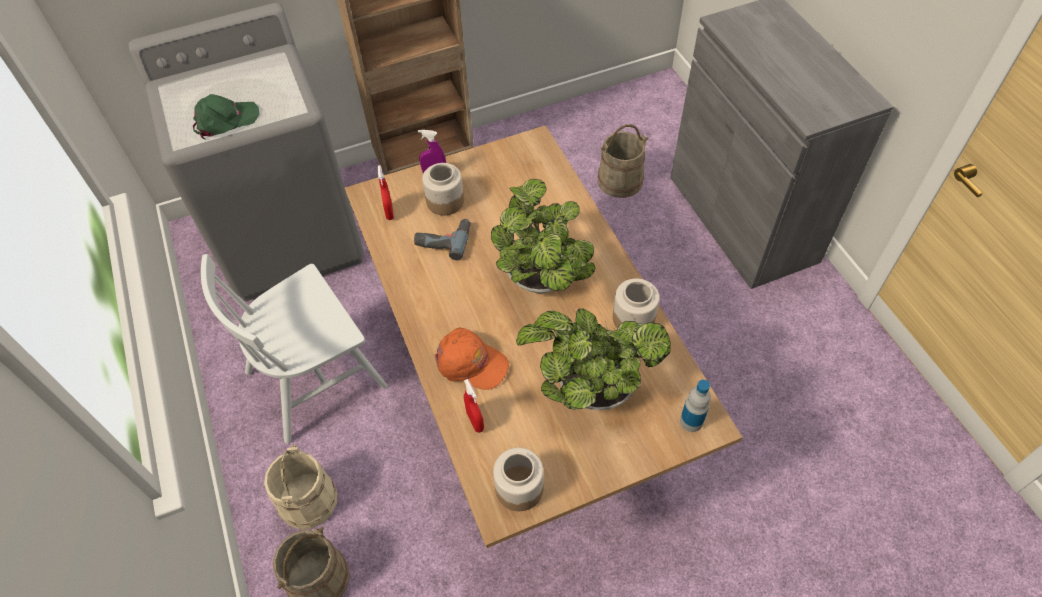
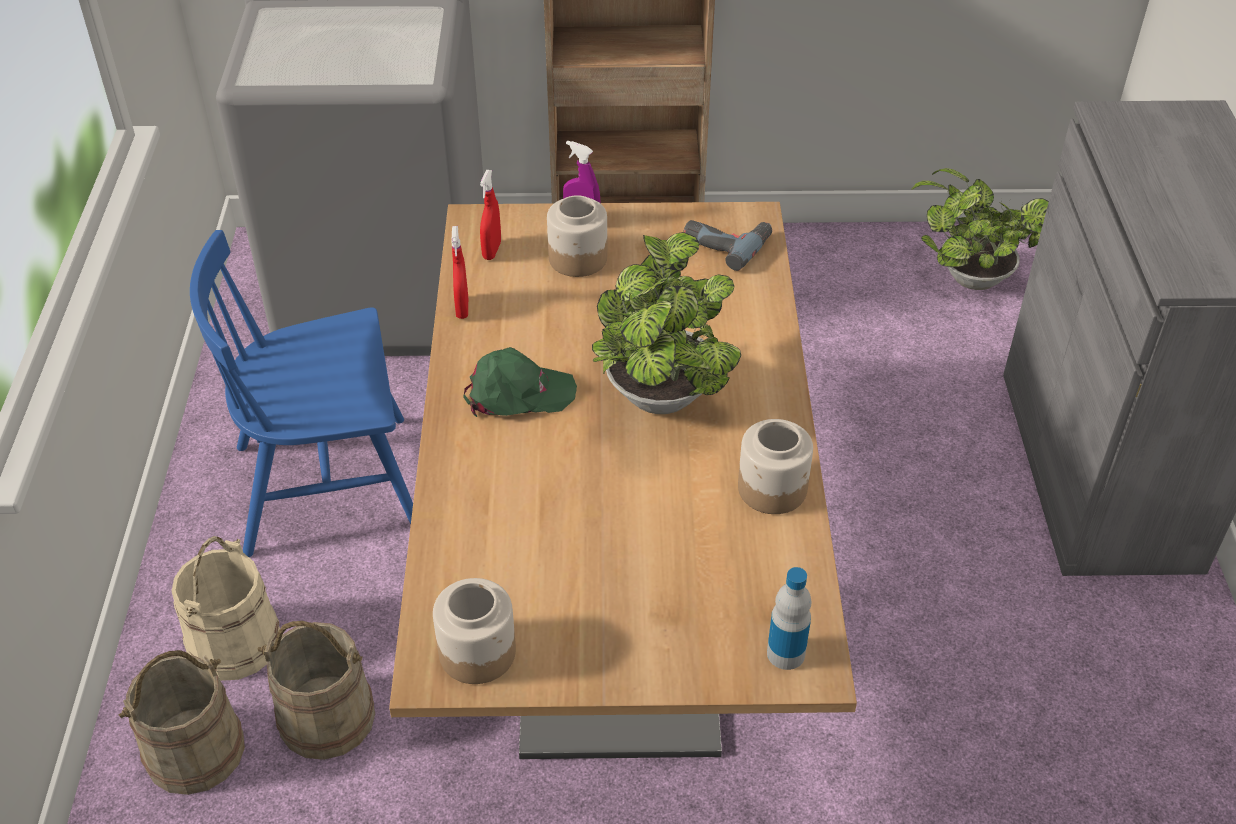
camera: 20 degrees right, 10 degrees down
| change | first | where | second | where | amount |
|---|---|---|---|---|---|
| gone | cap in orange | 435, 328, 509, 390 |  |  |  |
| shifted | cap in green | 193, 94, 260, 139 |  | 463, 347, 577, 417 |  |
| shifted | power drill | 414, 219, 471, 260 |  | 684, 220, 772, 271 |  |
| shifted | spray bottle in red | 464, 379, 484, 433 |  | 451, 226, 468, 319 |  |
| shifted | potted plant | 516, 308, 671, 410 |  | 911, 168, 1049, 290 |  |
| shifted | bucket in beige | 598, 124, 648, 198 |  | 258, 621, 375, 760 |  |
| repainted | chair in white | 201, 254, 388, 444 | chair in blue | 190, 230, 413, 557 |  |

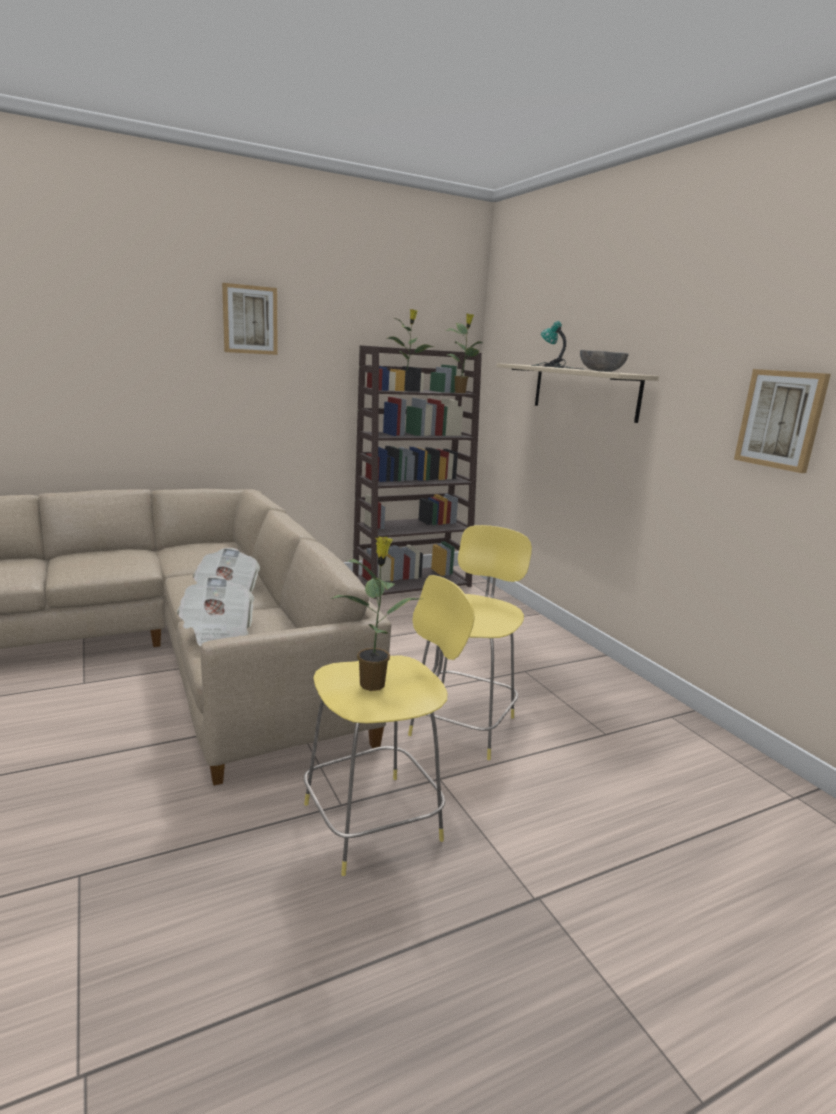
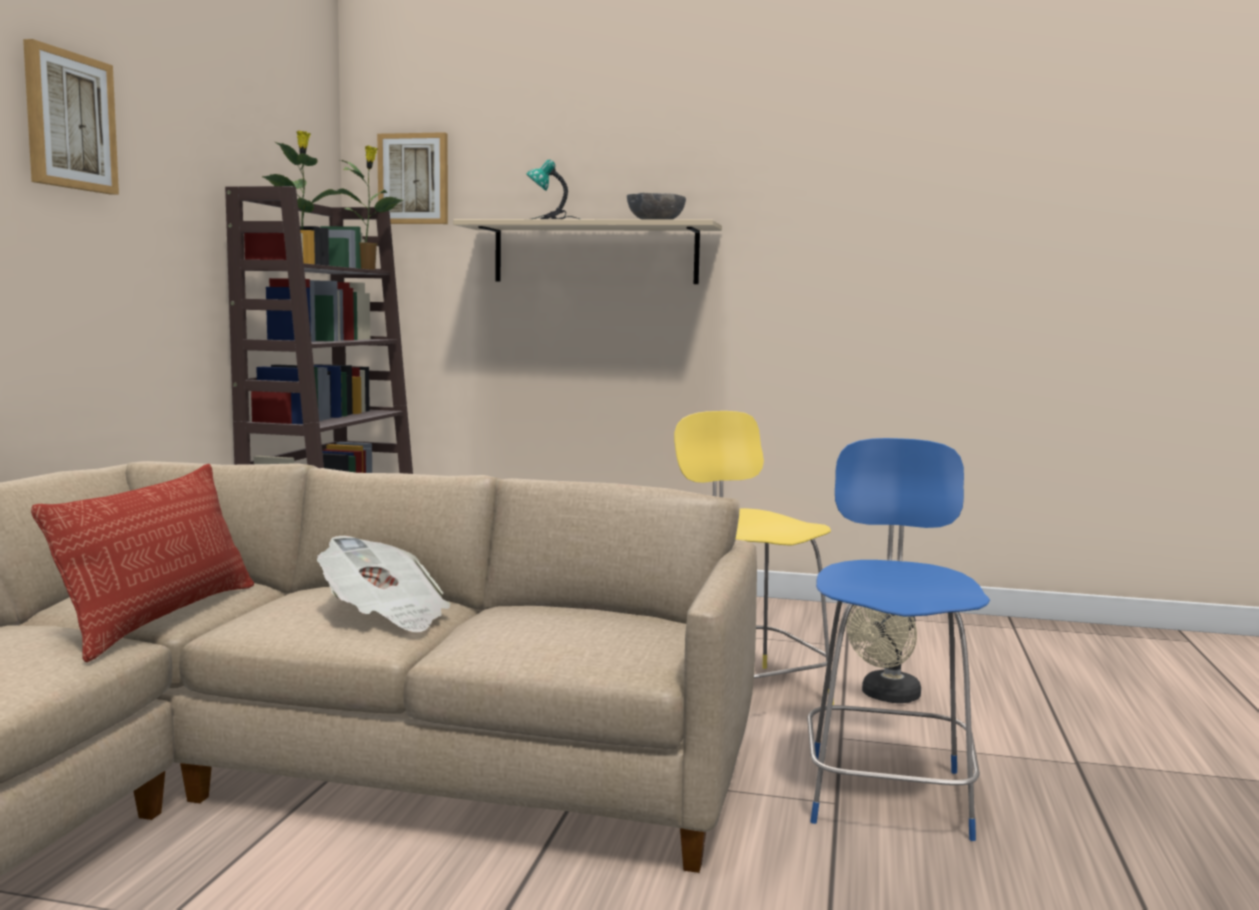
camera: 50 degrees left, 10 degrees down
| change | first | where | second | where | amount |
|---|---|---|---|---|---|
| gone | newspaper | 177, 576, 254, 646 |  |  |  |
| gone | potted plant | 330, 536, 418, 691 |  |  |  |
| new |  |  | pillow | 31, 464, 254, 662 |  |
| new |  |  | fan in beige | 846, 605, 921, 703 |  |
| shifted | picture | 734, 369, 831, 473 |  | 377, 132, 448, 224 |  |
| repainted | stool in yellow | 304, 575, 475, 876 | stool in blue | 807, 438, 990, 841 |  |

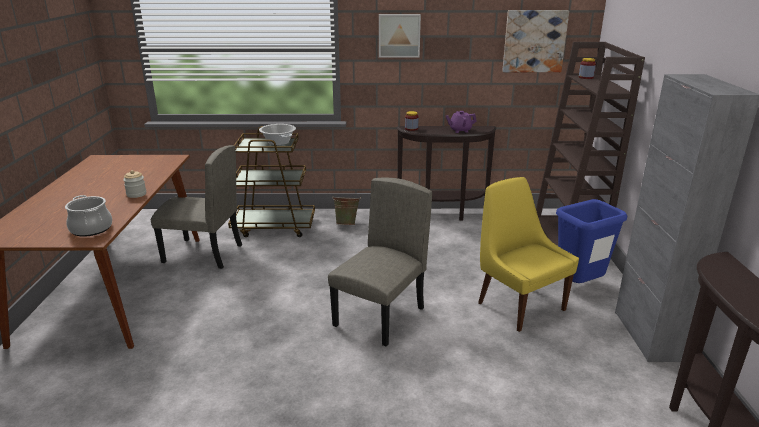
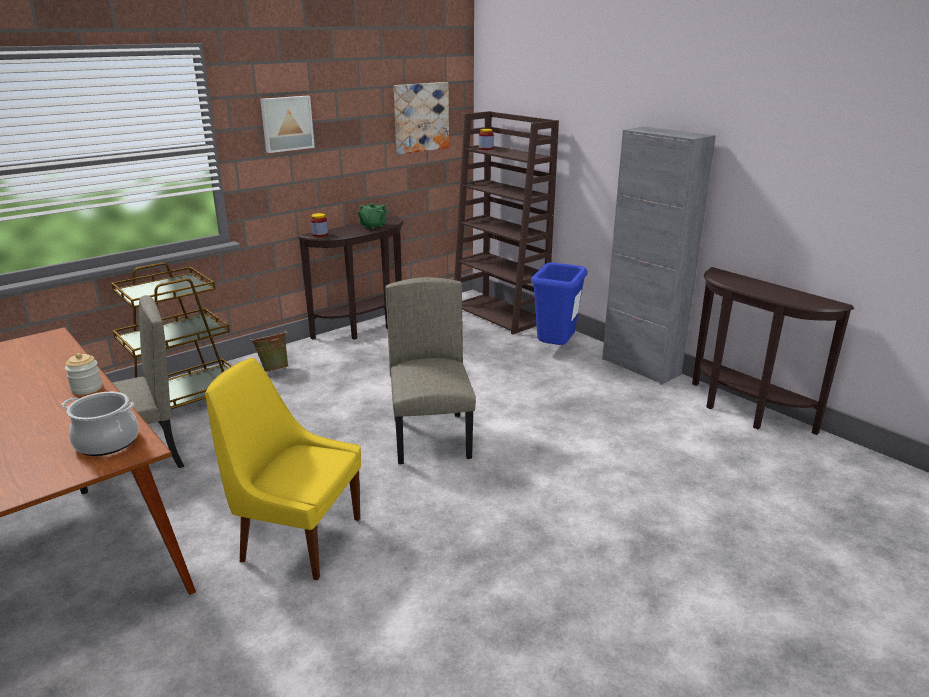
camera: 40 degrees left, 0 degrees up
| change | first | where | second | where | amount |
|---|---|---|---|---|---|
| gone | cooking pot | 259, 124, 296, 145 |  |  |  |
| shifted | chair in yellow | 478, 177, 579, 332 |  | 205, 358, 361, 580 |  |
| repainted | teapot in purple | 446, 111, 477, 133 | teapot in green | 358, 203, 387, 229 |  |

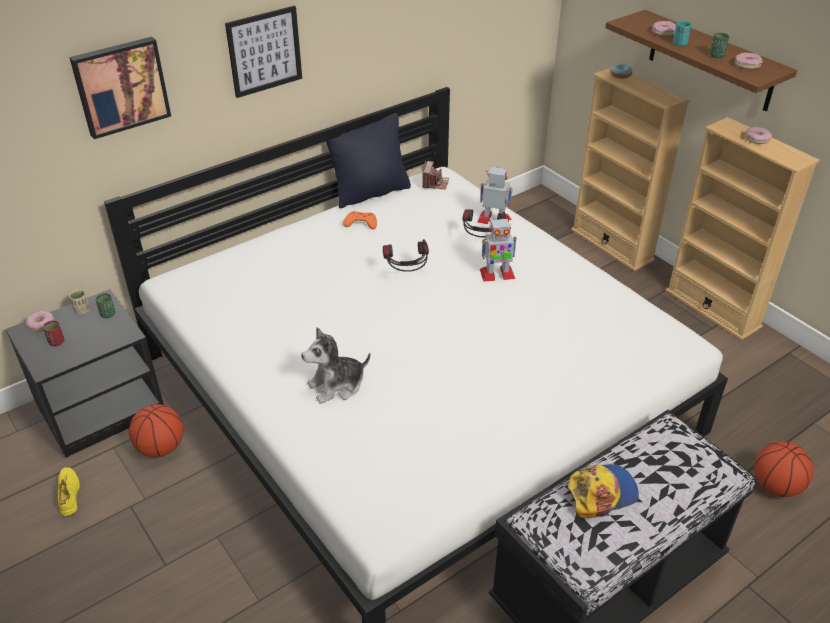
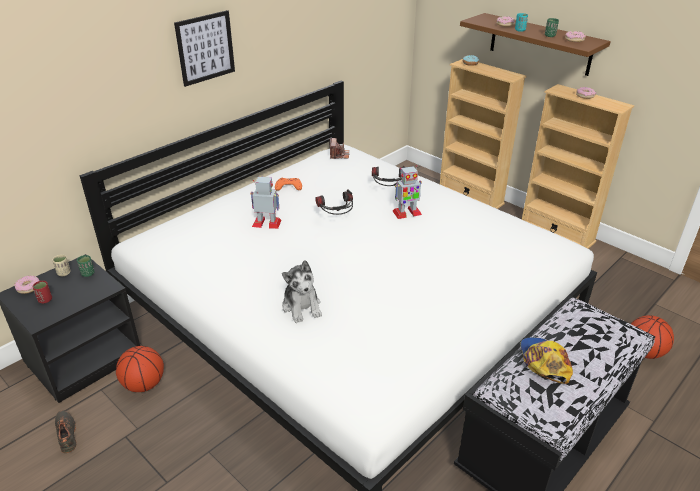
camera: 10 degrees left, 5 degrees down
| change | first | where | second | where | amount |
|---|---|---|---|---|---|
| gone | picture | 69, 37, 171, 139 |  |  |  |
| gone | pillow in black | 326, 113, 411, 208 |  |  |  |
| shifted | toy robot | 478, 167, 513, 224 |  | 250, 177, 281, 229 |  |
| repainted | shoe in yellow | 58, 467, 80, 516 | shoe in black | 55, 410, 76, 453 |  |
| rotated | plush toy | 301, 327, 371, 404 |  | 282, 260, 322, 323 | 75 degrees counterclockwise |
| rotated | cap | 568, 464, 639, 518 |  | 521, 337, 573, 384 | 60 degrees counterclockwise |

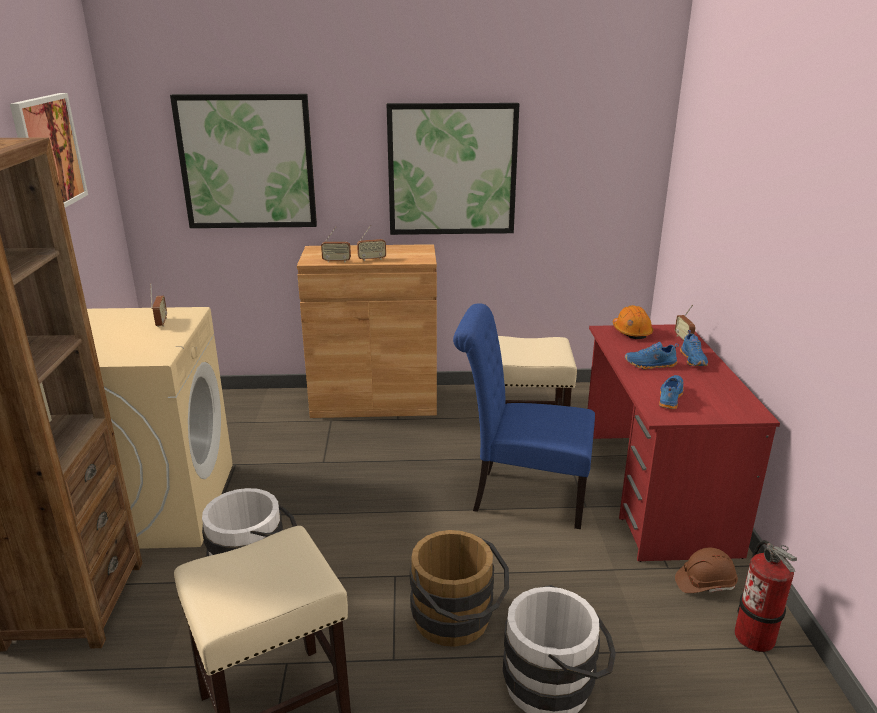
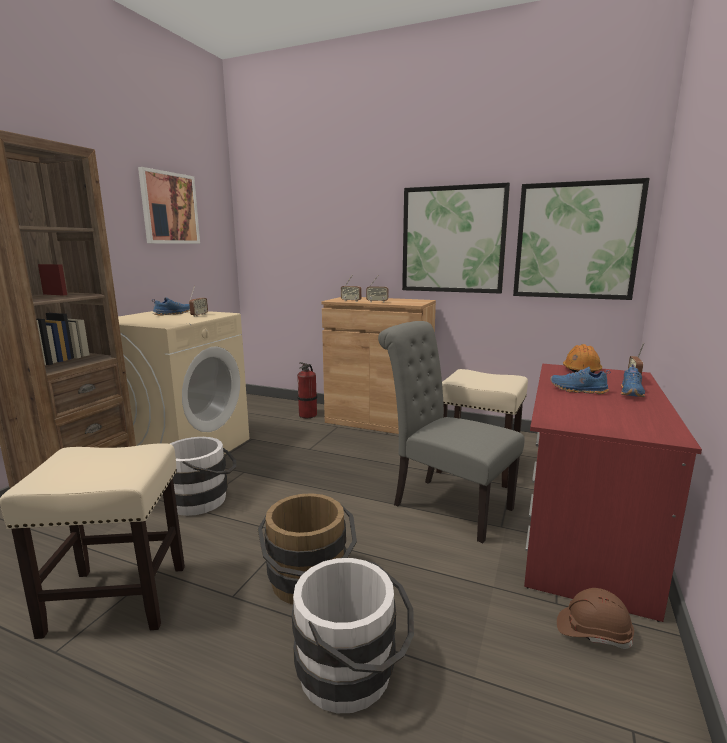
camera: 25 degrees right, 10 degrees down
| change | first | where | second | where | amount |
|---|---|---|---|---|---|
| shifted | picture | 170, 94, 317, 228 |  | 513, 178, 650, 300 |  |
| shifted | shoe in blue | 659, 375, 684, 409 |  | 152, 297, 190, 316 |  |
| shifted | fire extinguisher | 734, 540, 797, 652 |  | 297, 362, 317, 418 |  |
| repainted | chair in blue | 453, 303, 595, 529 | chair in grey | 378, 321, 524, 543 |  |

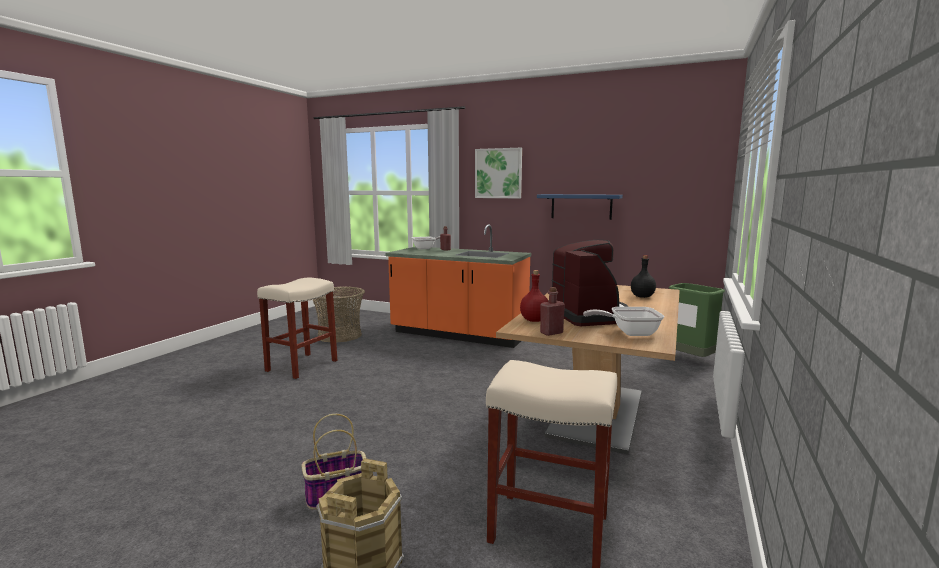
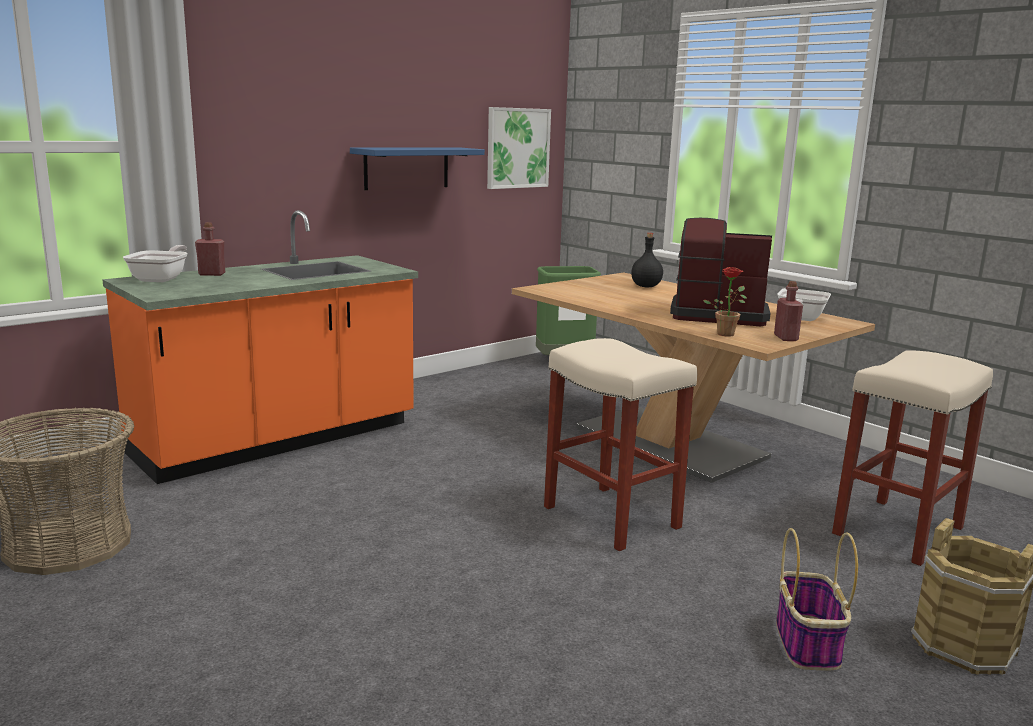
camera: 65 degrees left, 5 degrees up
| change | first | where | second | where | amount |
|---|---|---|---|---|---|
| shifted | stool in beige | 257, 278, 337, 379 |  | 544, 338, 697, 551 |  |
| shifted | picture | 475, 148, 522, 198 |  | 487, 107, 551, 189 |  |
| swapped | bottle in red | 520, 270, 549, 322 | potted plant | 703, 267, 747, 336 |  |

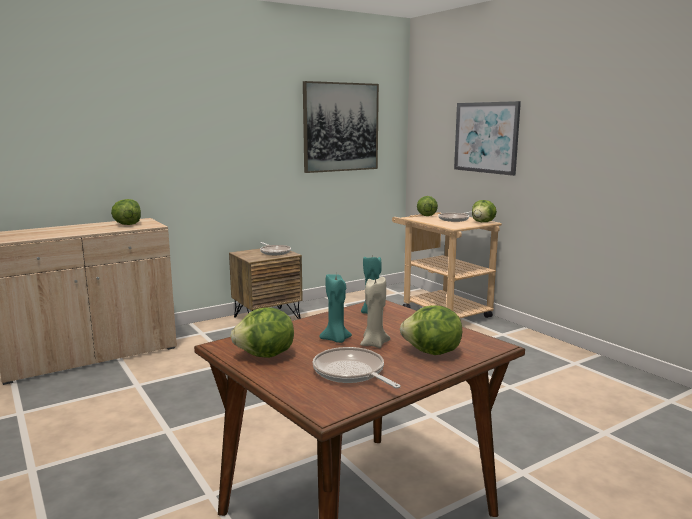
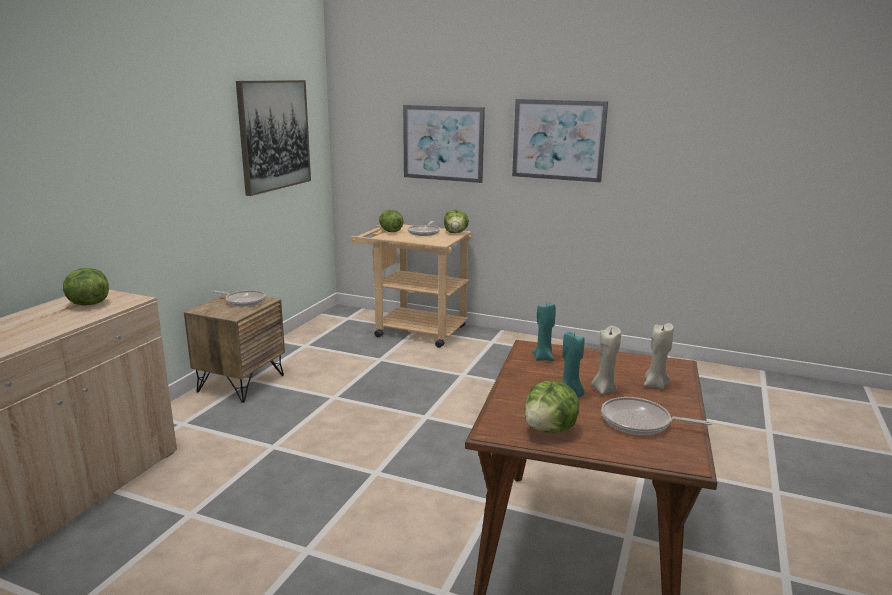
camera: 35 degrees left, 5 degrees up
| change | first | where | second | where | amount |
|---|---|---|---|---|---|
| new |  |  | picture | 512, 99, 608, 183 |  |
| swapped | lettuce | 400, 305, 463, 355 | candle in beige | 644, 323, 674, 389 |  |

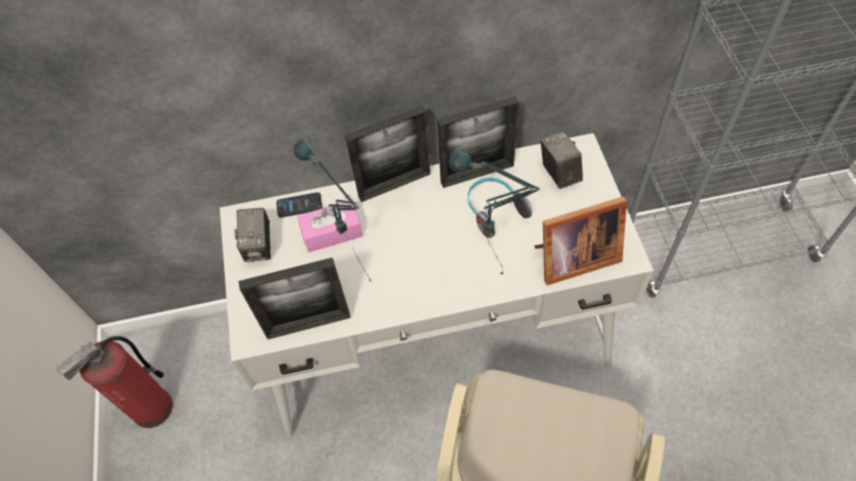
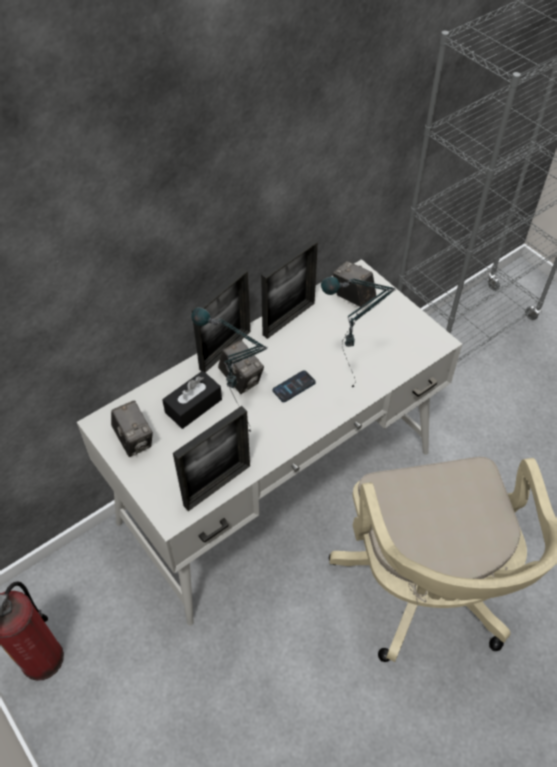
camera: 30 degrees left, 5 degrees down
| change | first | where | second | where | amount |
|---|---|---|---|---|---|
| gone | headphones | 468, 177, 532, 238 |  |  |  |
| gone | picture frame | 534, 196, 627, 285 |  |  |  |
| new |  |  | photo camera | 218, 340, 264, 394 |  |
| shifted | phone | 276, 192, 322, 218 |  | 272, 370, 316, 402 |  |
| repainted | tissue box in pink | 297, 203, 363, 252 | tissue box in black | 162, 371, 222, 429 |  |

